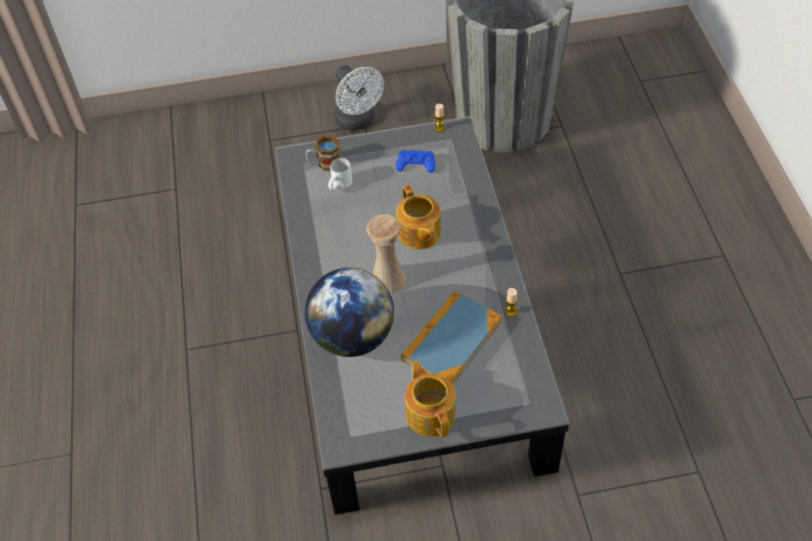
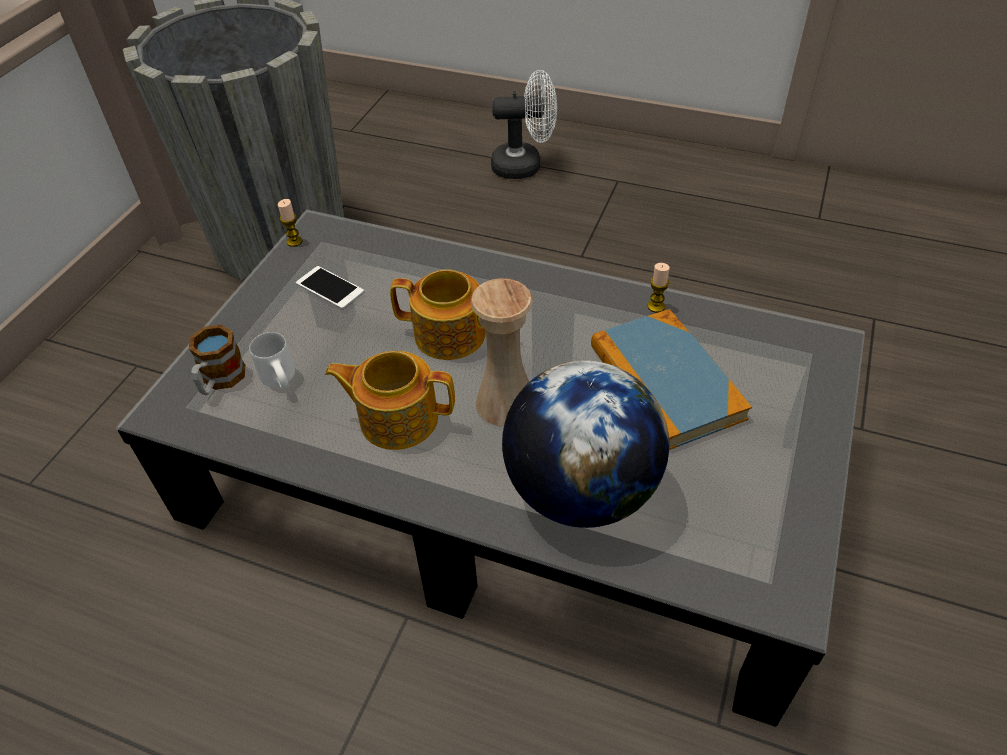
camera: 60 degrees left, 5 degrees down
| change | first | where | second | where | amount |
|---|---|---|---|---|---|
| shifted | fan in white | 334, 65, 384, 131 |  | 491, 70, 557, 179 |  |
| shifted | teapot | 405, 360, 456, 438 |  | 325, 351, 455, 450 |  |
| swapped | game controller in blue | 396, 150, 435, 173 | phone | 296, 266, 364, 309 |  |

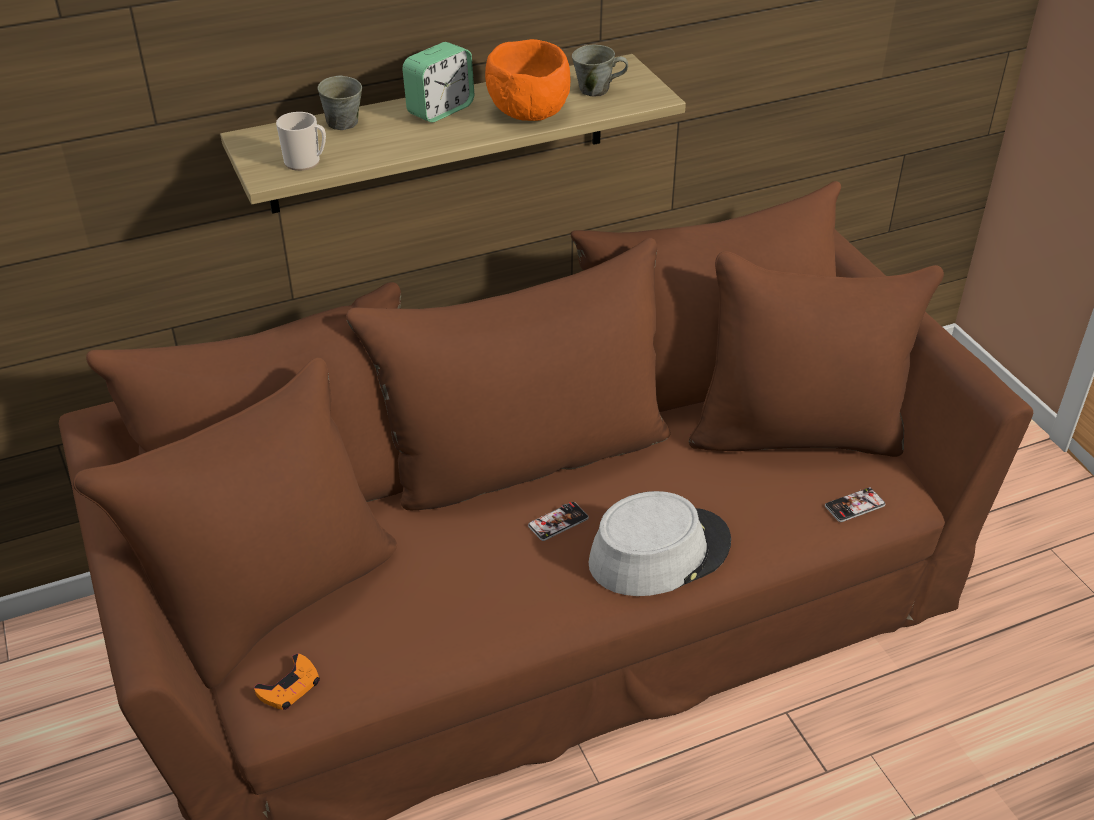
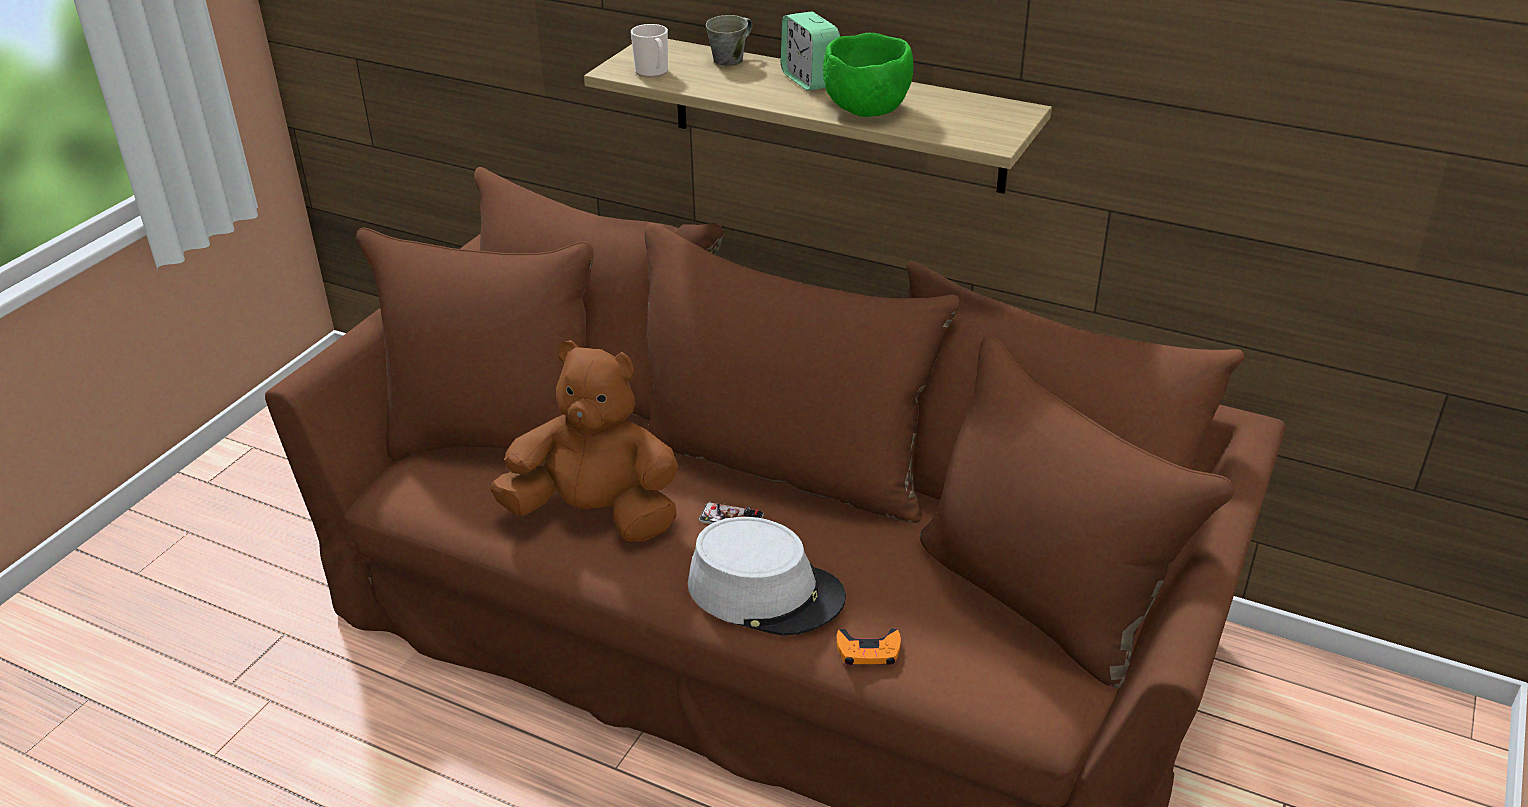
camera: 50 degrees right, 5 degrees down
| change | first | where | second | where | amount |
|---|---|---|---|---|---|
| gone | mug in grey | 572, 45, 628, 96 |  |  |  |
| gone | phone | 825, 487, 886, 522 |  |  |  |
| new |  |  | plush toy in brown | 490, 340, 679, 542 |  |
| shifted | game controller in orange | 254, 654, 320, 710 |  | 837, 628, 901, 665 |  |
| repainted | bowl in orange | 485, 39, 570, 121 | bowl in green | 823, 33, 913, 117 |  |
| rotated | alarm clock | 402, 42, 474, 123 |  | 781, 12, 840, 91 | 60 degrees clockwise |

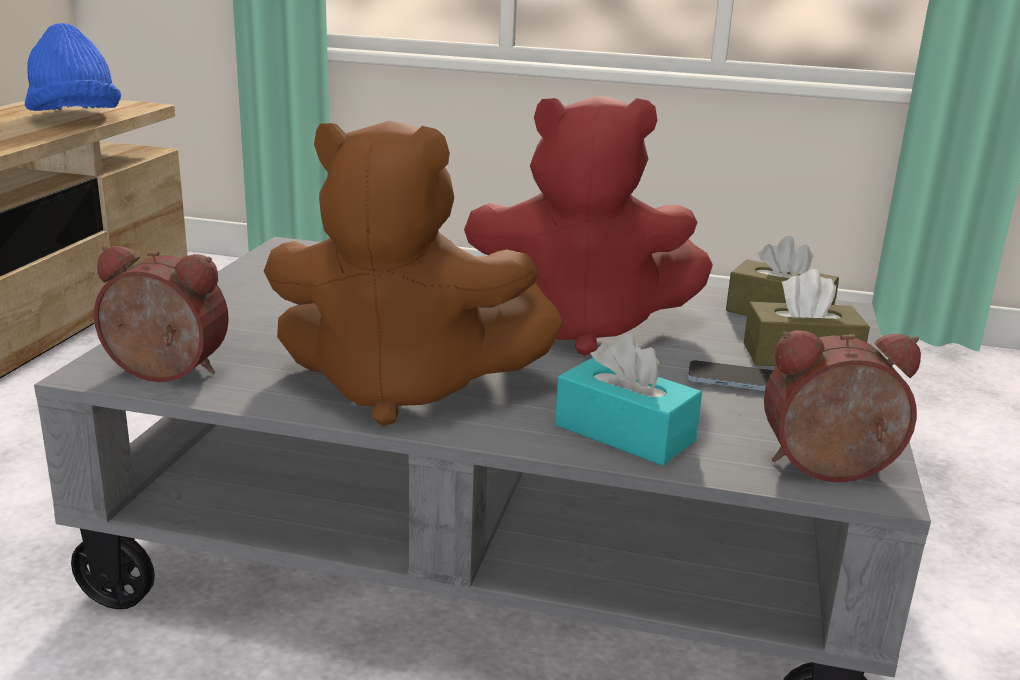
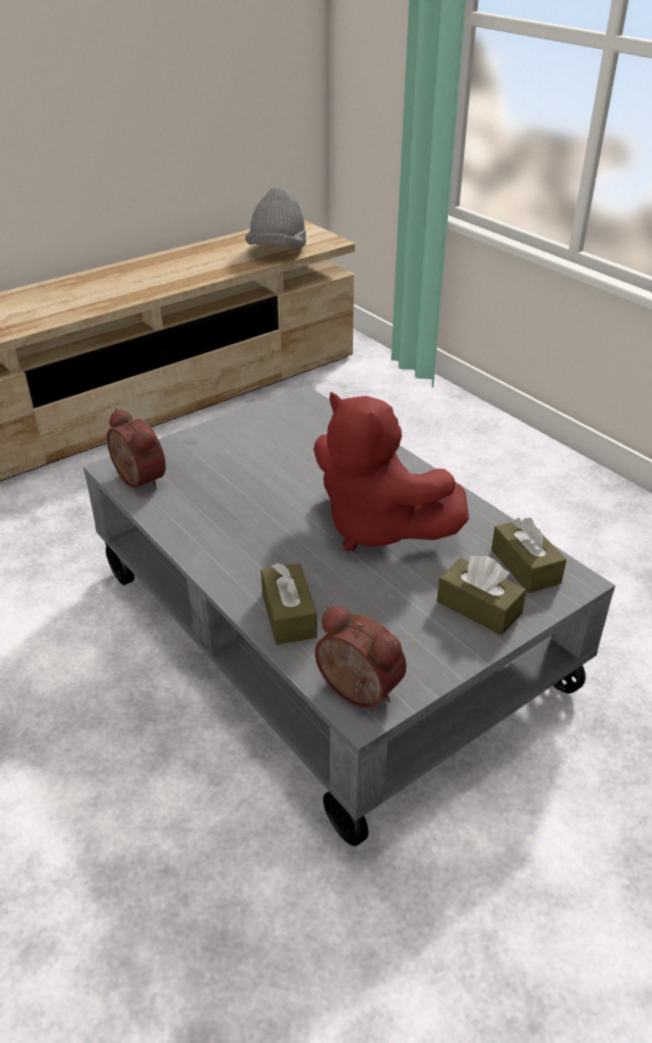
camera: 40 degrees right, 15 degrees up
| change | first | where | second | where | amount |
|---|---|---|---|---|---|
| gone | plush toy in brown | 264, 121, 563, 426 |  |  |  |
| gone | phone | 687, 360, 773, 391 |  |  |  |
| repainted | hat in blue | 25, 23, 121, 111 | hat in grey | 245, 187, 306, 248 |  |
| repainted | tissue box in turquoise | 555, 334, 702, 466 | tissue box in brown | 261, 563, 317, 645 |  |

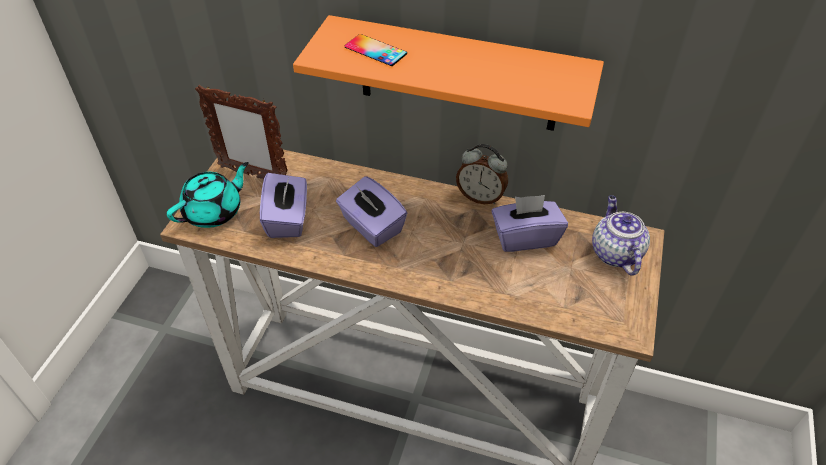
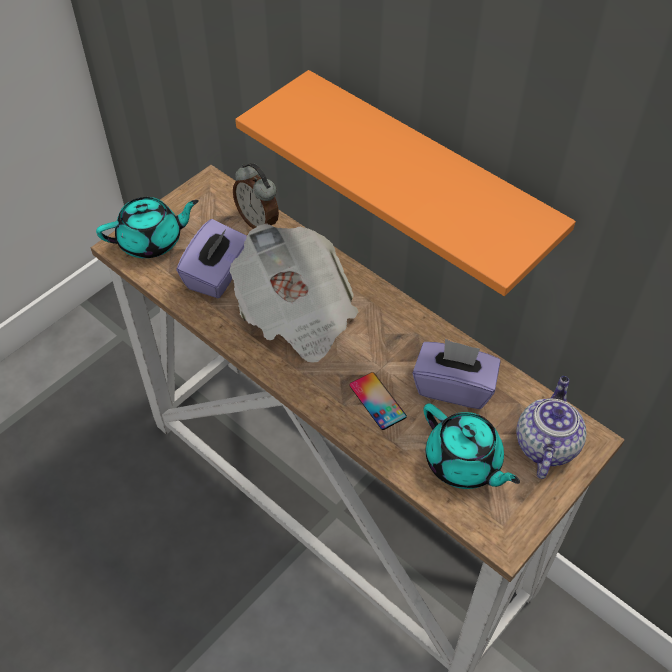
camera: 25 degrees right, 5 degrees up
| change | first | where | second | where | amount |
|---|---|---|---|---|---|
| gone | picture frame | 195, 85, 287, 179 |  |  |  |
| new |  |  | teapot in turquoise | 423, 403, 520, 489 |  |
| shifted | phone | 345, 34, 407, 66 |  | 349, 372, 407, 430 |  |
| shifted | alarm clock | 456, 144, 508, 204 |  | 233, 163, 279, 229 |  |
| swapped | tissue box in purple | 336, 176, 407, 247 | newspaper | 230, 223, 358, 363 |  |

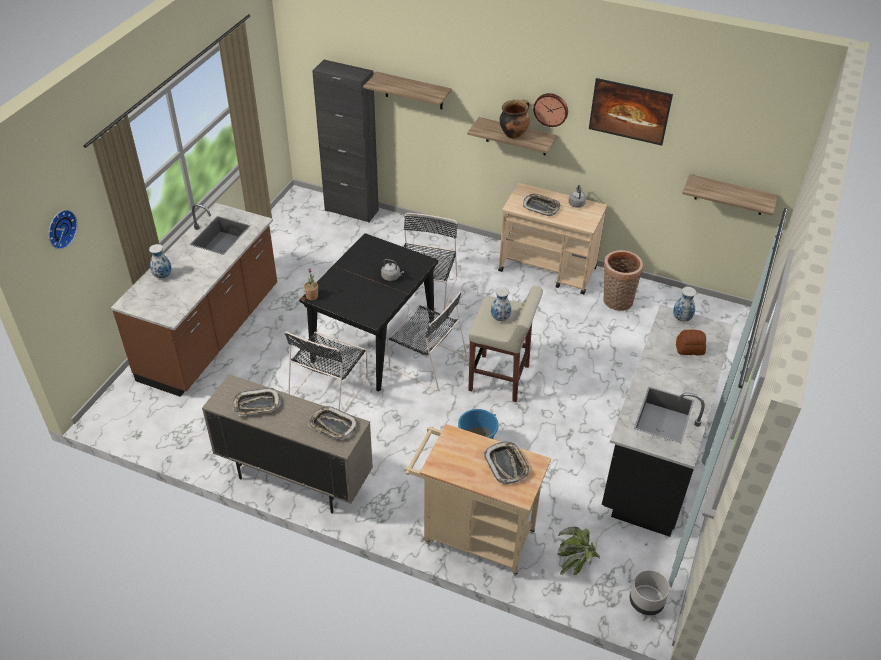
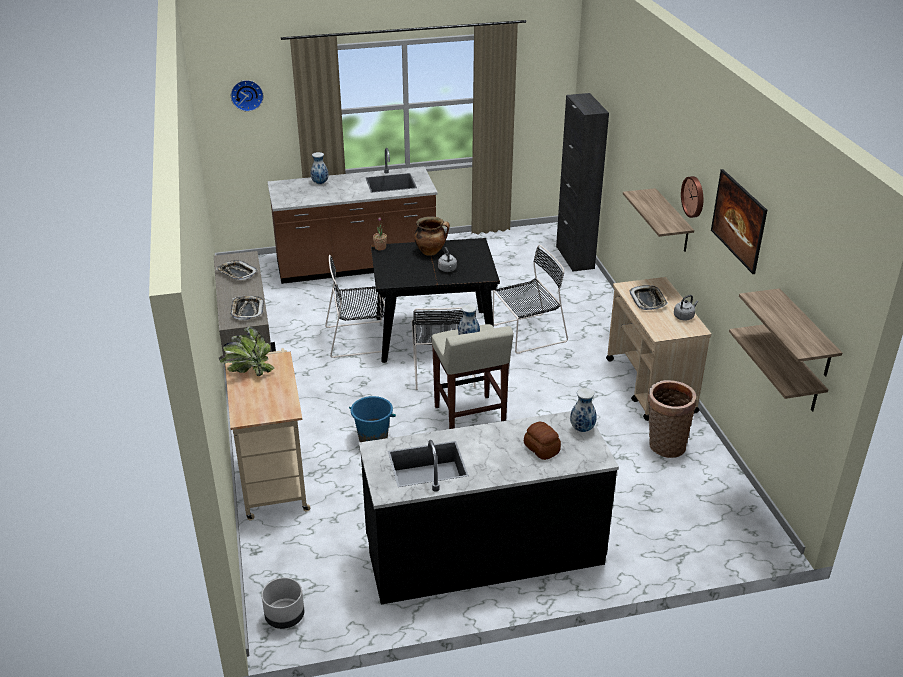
camera: 55 degrees right, 10 degrees down
| change | first | where | second | where | amount |
|---|---|---|---|---|---|
| gone | tray | 484, 441, 531, 485 |  |  |  |
| shifted | shelf | 363, 72, 452, 109 |  | 739, 288, 842, 377 |  |
| shifted | cooking pot | 499, 99, 530, 139 |  | 414, 216, 450, 256 |  |
| shifted | potted plant | 558, 527, 600, 575 |  | 219, 326, 274, 376 |  |

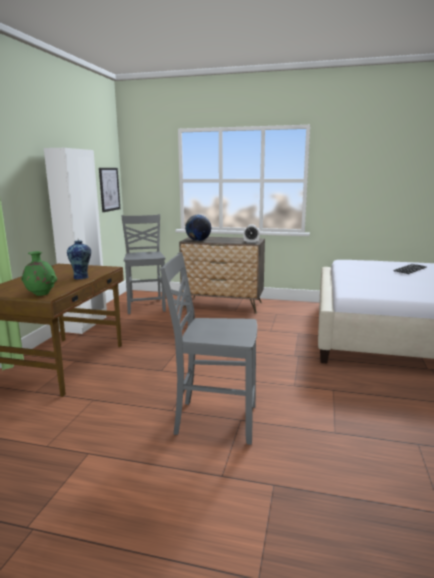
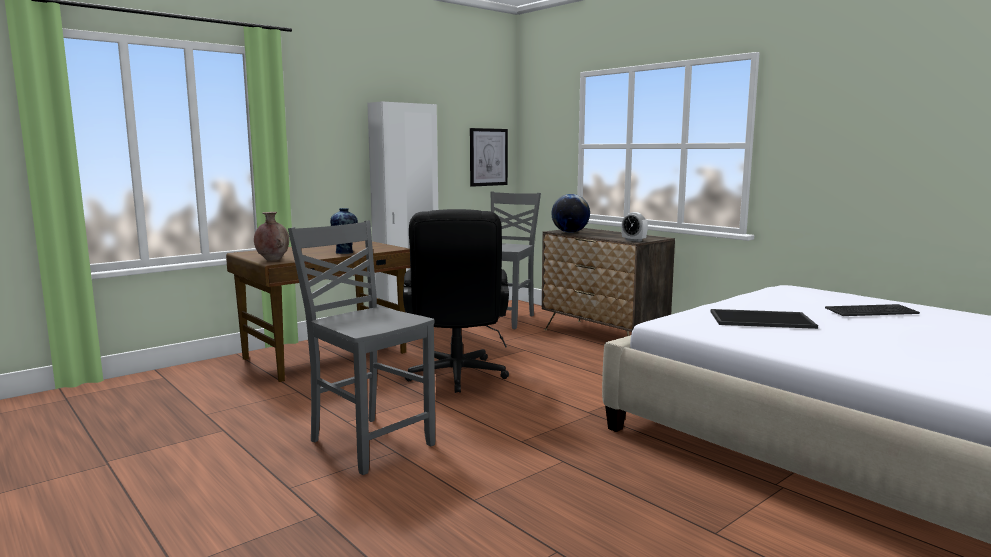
camera: 35 degrees right, 5 degrees down
| change | first | where | second | where | amount |
|---|---|---|---|---|---|
| new |  |  | office chair in black | 403, 209, 509, 393 |  |
| new |  |  | tray | 711, 309, 818, 329 |  |
| repainted | vase in green | 21, 251, 57, 296 | vase in brown | 254, 212, 290, 261 |  |

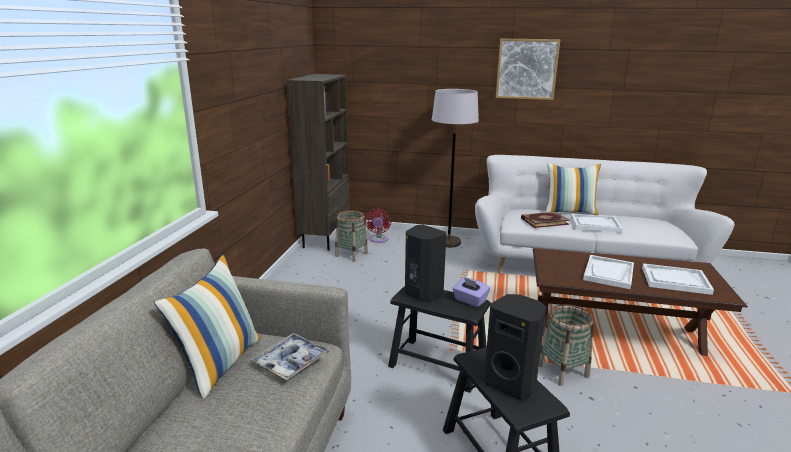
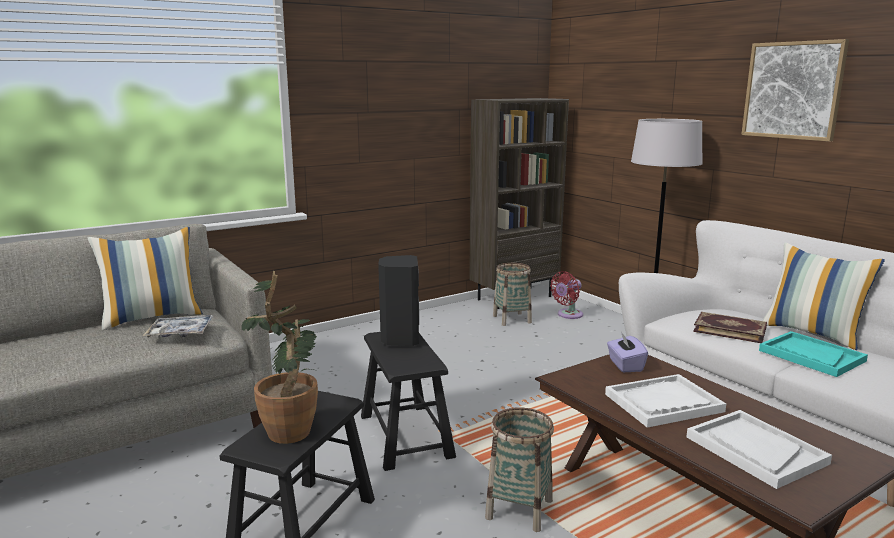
camera: 45 degrees right, 5 degrees down
| change | first | where | second | where | amount |
|---|---|---|---|---|---|
| shifted | tissue box in purple | 453, 277, 490, 307 |  | 607, 332, 648, 372 |  |
| swapped | speaker in black | 484, 294, 546, 400 | potted plant | 242, 271, 318, 444 |  |
| repainted | tray in white | 571, 214, 623, 232 | tray in turquoise | 759, 331, 868, 377 |  |

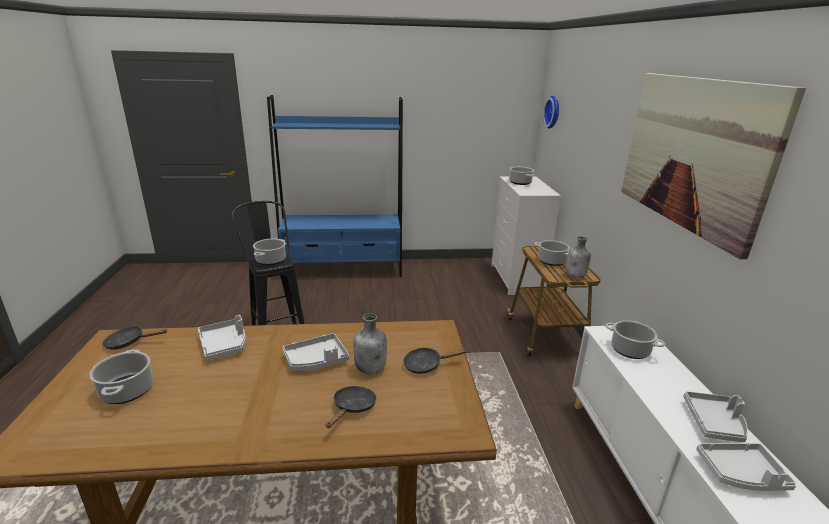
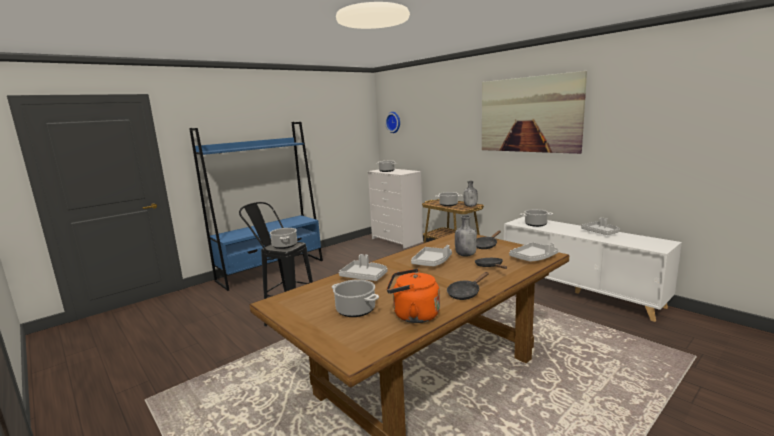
camera: 35 degrees left, 10 degrees down
| change | first | where | second | where | amount |
|---|---|---|---|---|---|
| new |  |  | kettle in orange | 387, 268, 440, 323 |  |
| shifted | frying pan in black | 102, 326, 168, 350 |  | 447, 272, 489, 300 |  |
| shifted | tray in grey | 696, 443, 796, 491 |  | 509, 242, 558, 262 |  |

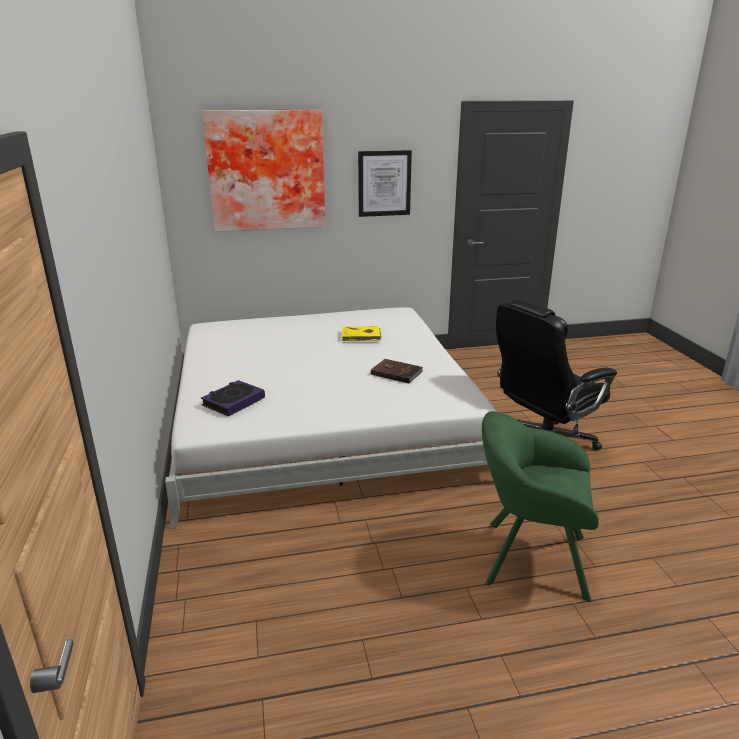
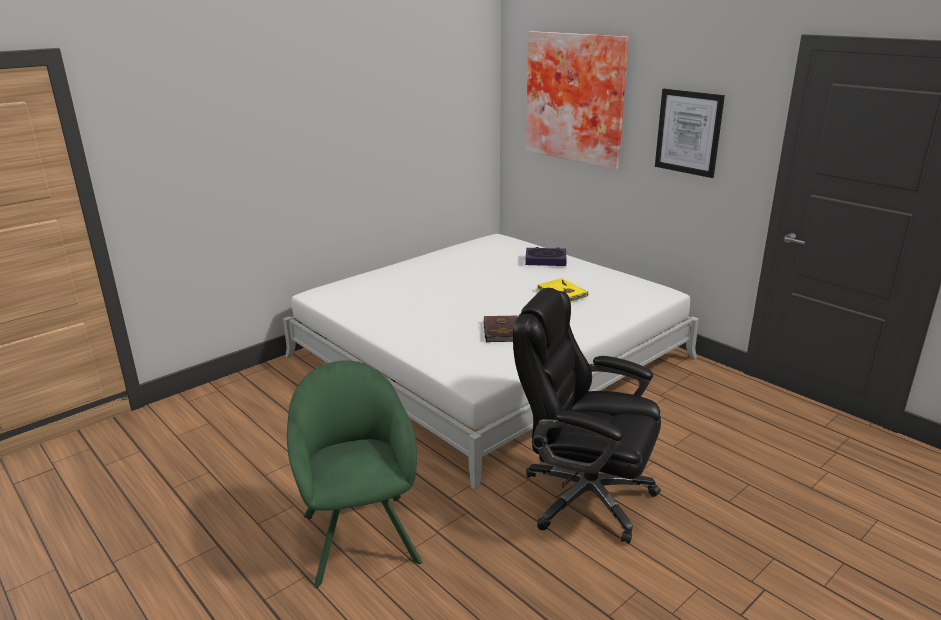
camera: 60 degrees right, 0 degrees up
| change | first | where | second | where | amount |
|---|---|---|---|---|---|
| shifted | book | 201, 380, 265, 417 |  | 525, 247, 567, 266 |  |

